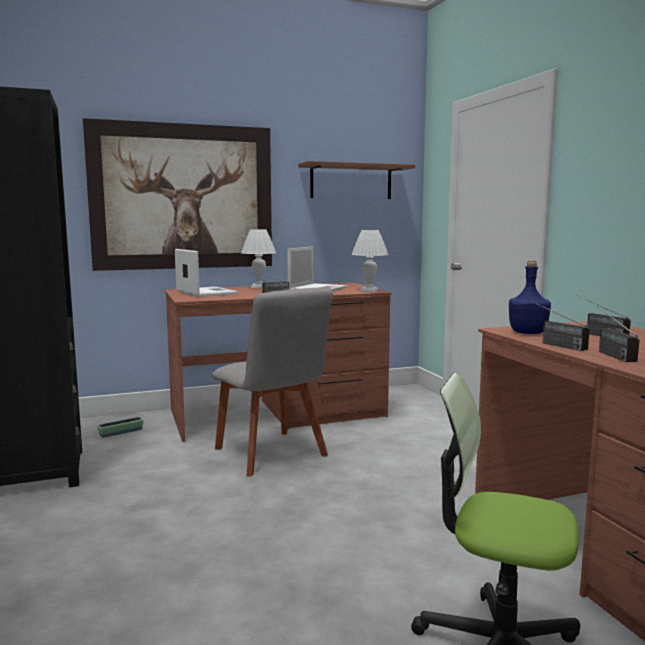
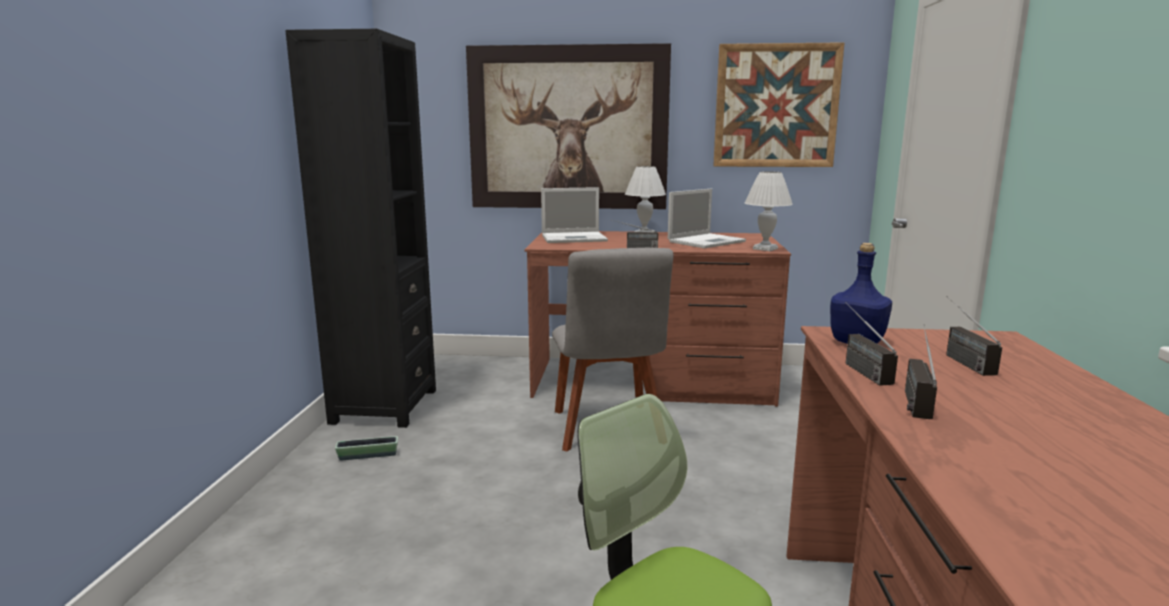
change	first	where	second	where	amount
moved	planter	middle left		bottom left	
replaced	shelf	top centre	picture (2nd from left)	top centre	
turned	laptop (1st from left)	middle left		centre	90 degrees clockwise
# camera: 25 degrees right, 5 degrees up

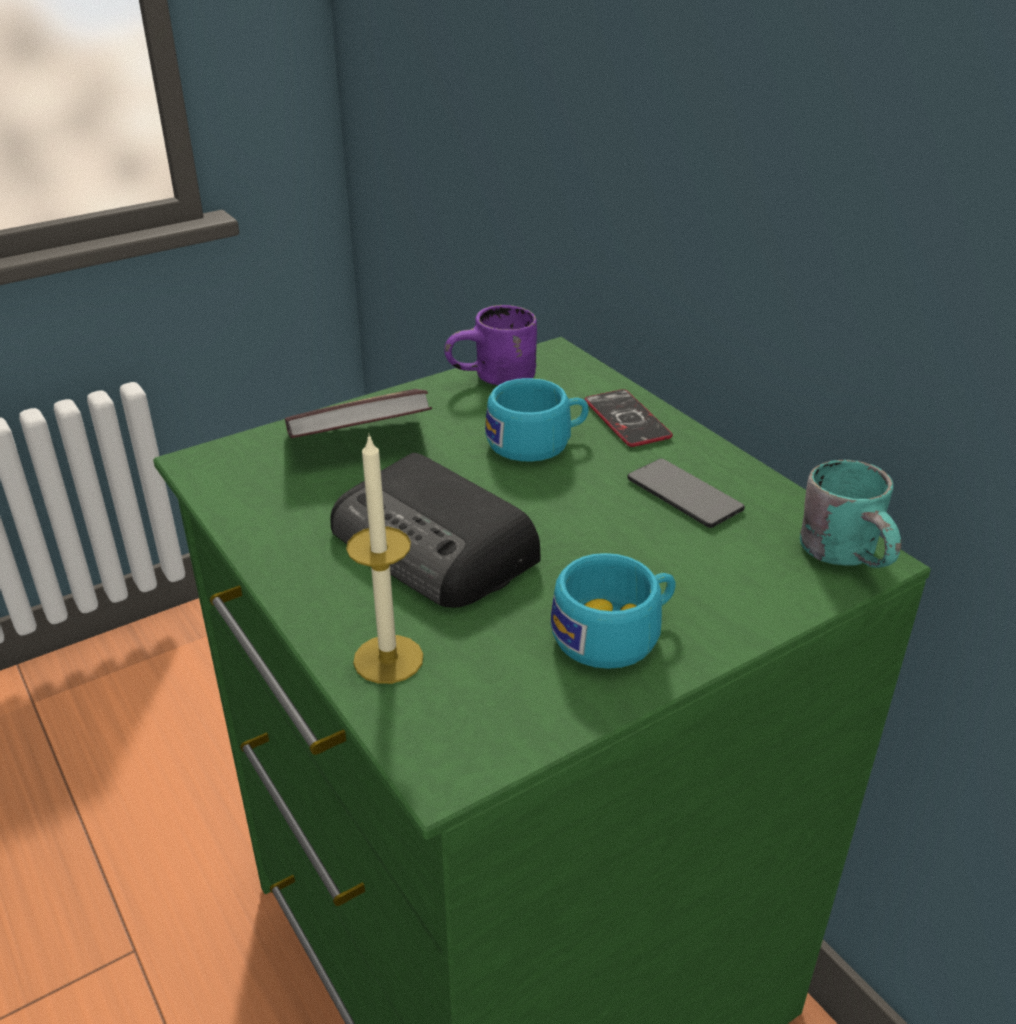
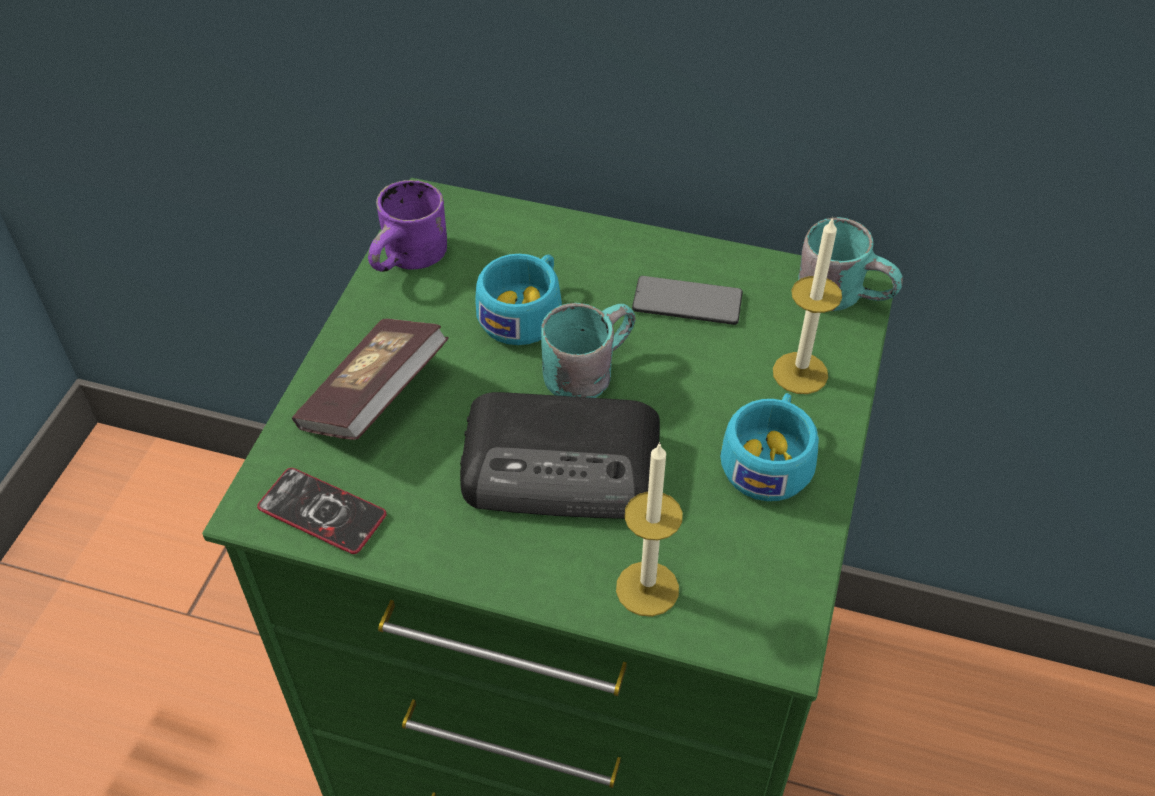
change	first	where	second	where	amount
added			turquoise_mug (1st from left)	centre	
added			candle (2nd from left)	middle right	
moved	phone (1st from left)	centre		middle left	
# camera: 40 degrees left, 15 degrees up

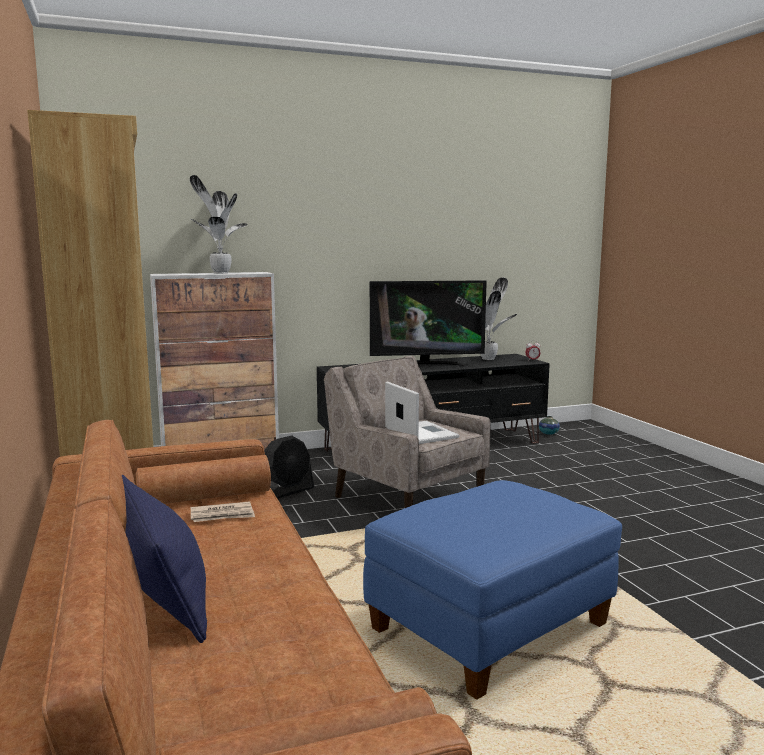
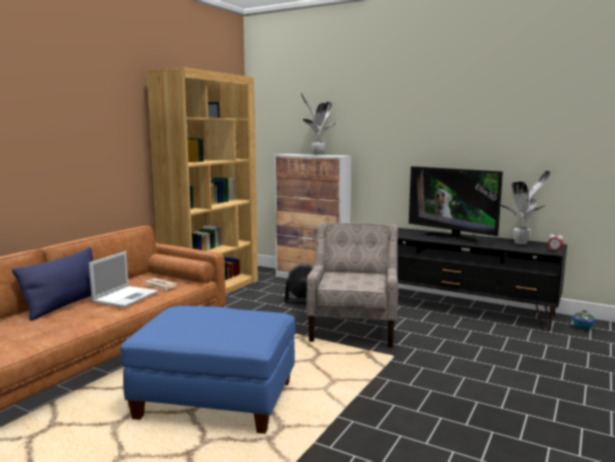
change	first	where	second	where	amount
moved	laptop	centre		middle left	
# camera: 50 degrees right, 0 degrees up

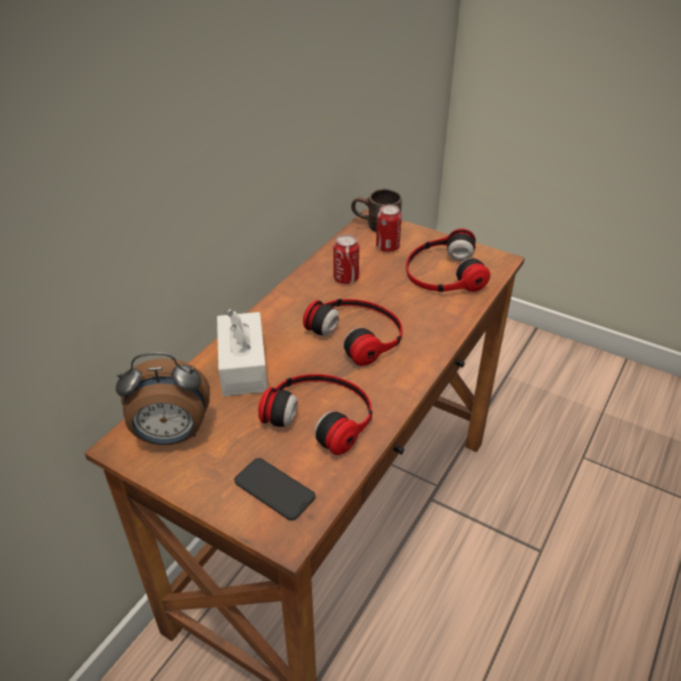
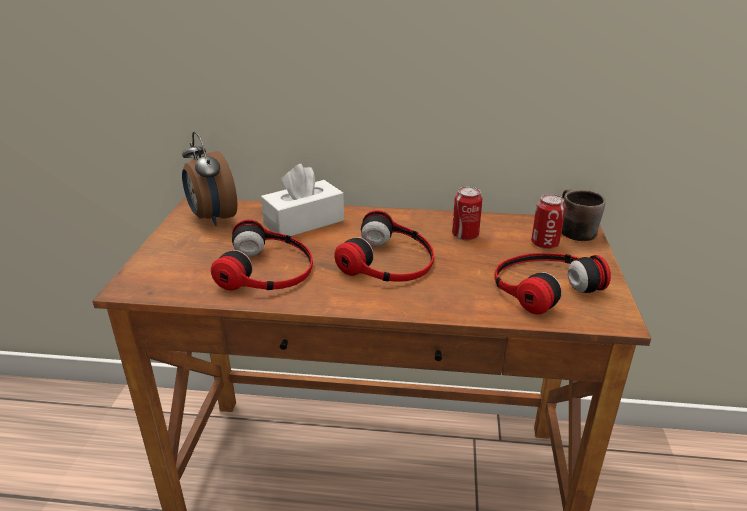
change	first	where	second	where	amount
removed	phone	bottom centre			
# camera: 65 degrees right, 10 degrees down

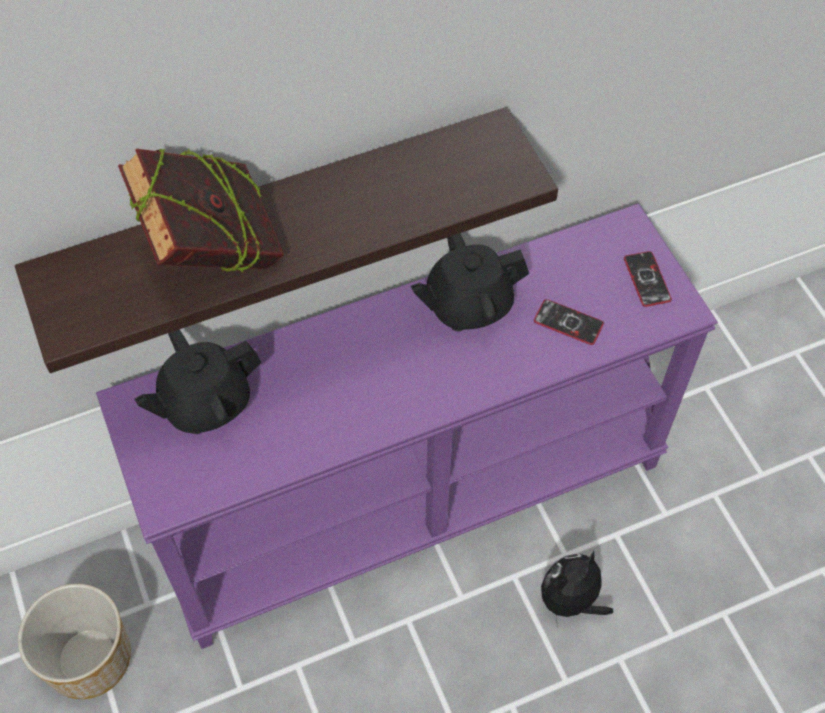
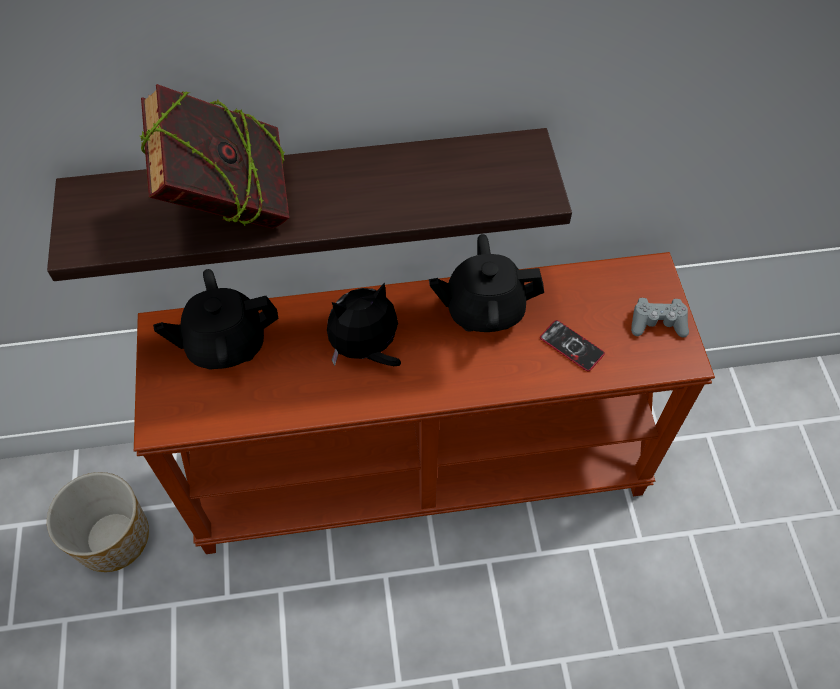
change	first	where	second	where	amount
moved	plush_toy	bottom right		centre	
replaced	phone (2nd from left)	middle right	grey_game_controller	middle right	
recoloured	purple_console_table	centre	brown_console_table	centre	
# camera: 15 degrees right, 0 degrees up

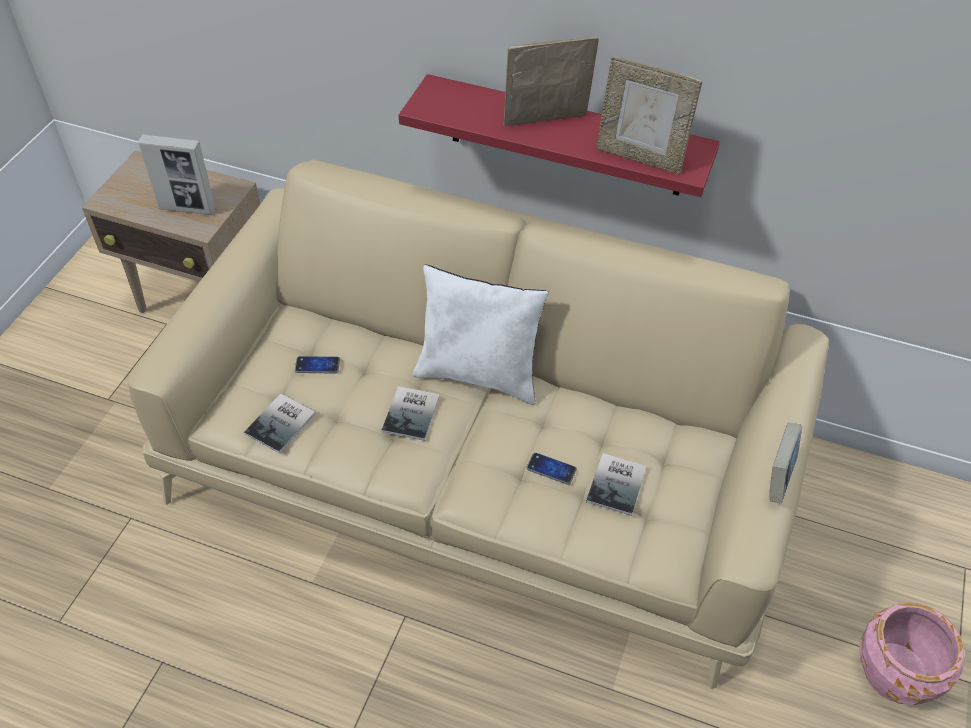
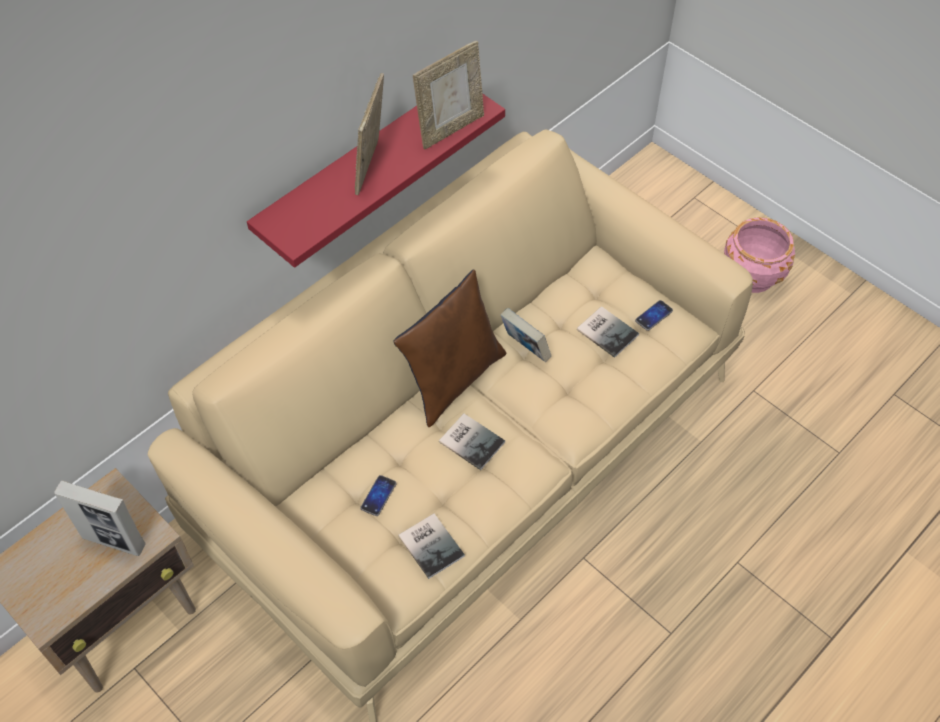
change	first	where	second	where	amount
moved	phone (2nd from left)	centre		middle right	
moved	book (4th from left in the first image)	middle right	book (3rd from left)	centre	
recoloured	white_pillow	centre	brown_pillow	centre	
turned	picture_frame (1st from left)	top left		bottom left	75 degrees clockwise
# camera: 65 degrees left, 5 degrees up

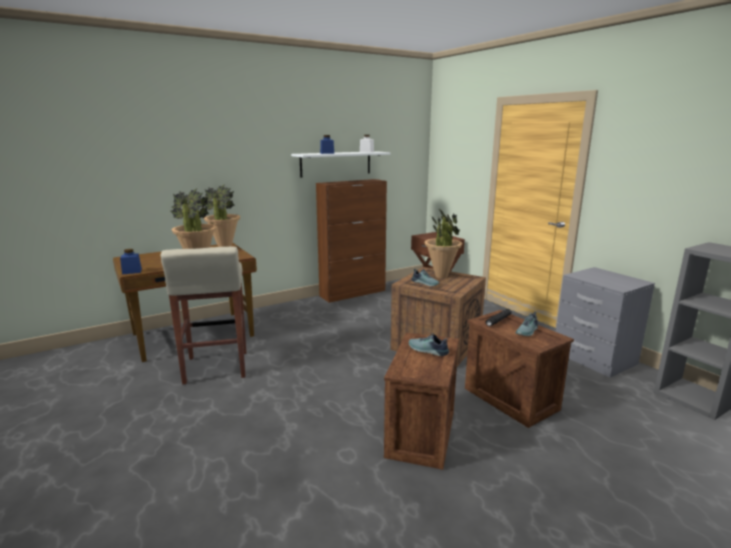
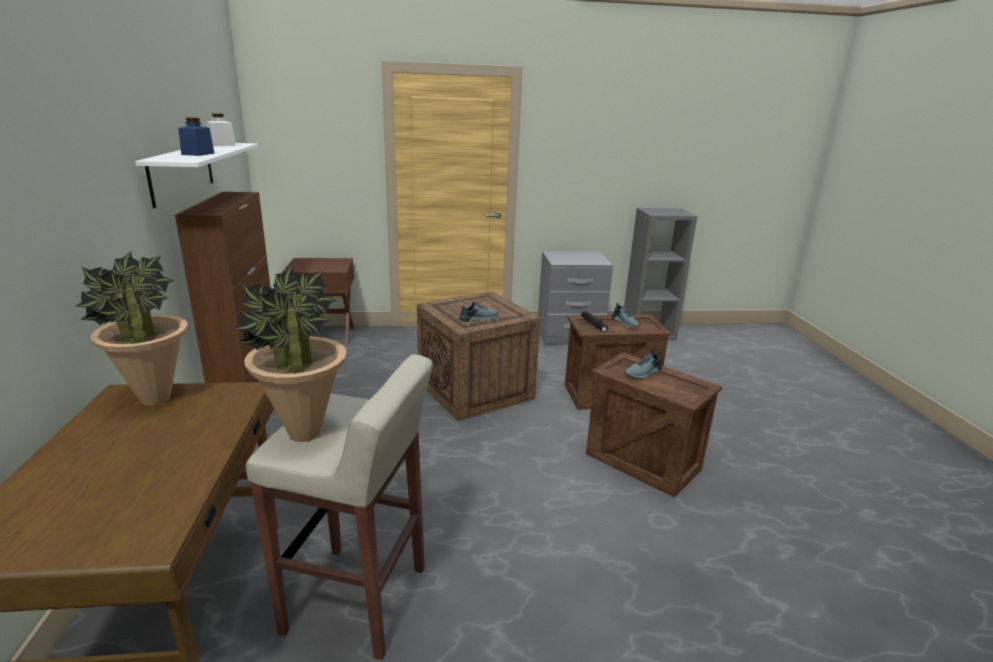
change	first	where	second	where	amount
removed	blue_jar (1st from left)	middle left			
removed	potted_plant (3rd from left)	centre			
# camera: 65 degrees left, 5 degrees up

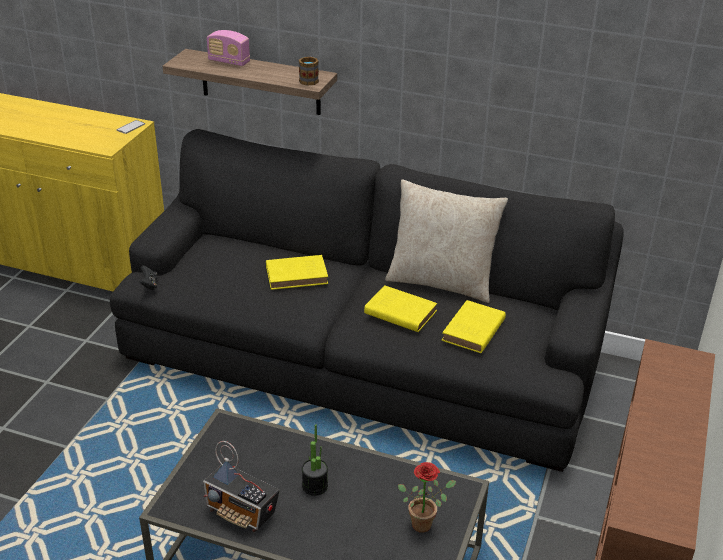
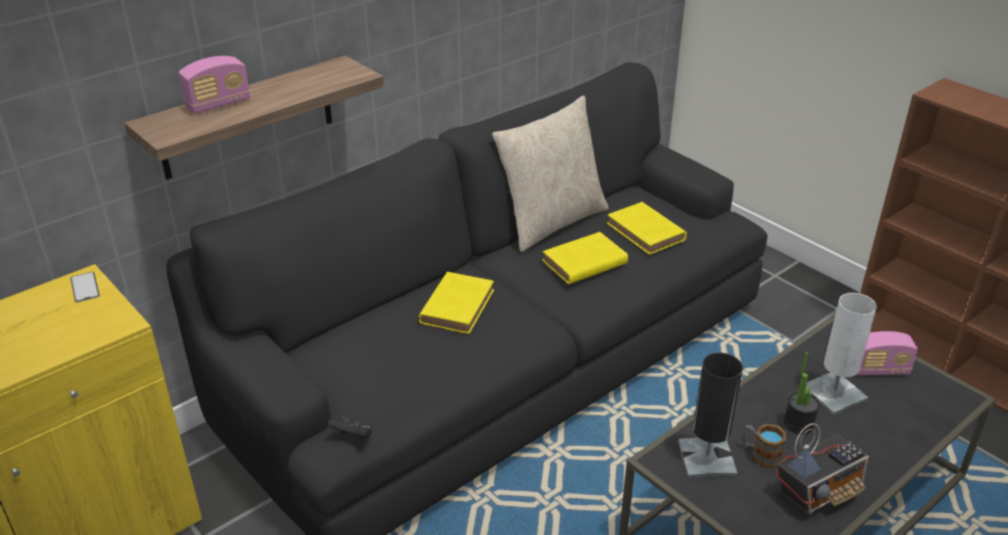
change	first	where	second	where	amount
added			black_table_lamp	bottom right	
added			white_table_lamp	middle right	
moved	mug	top centre		bottom right	
replaced	potted_plant (2nd from left)	bottom centre	radio (3rd from left)	middle right	
# camera: 60 degrees left, 0 degrees up

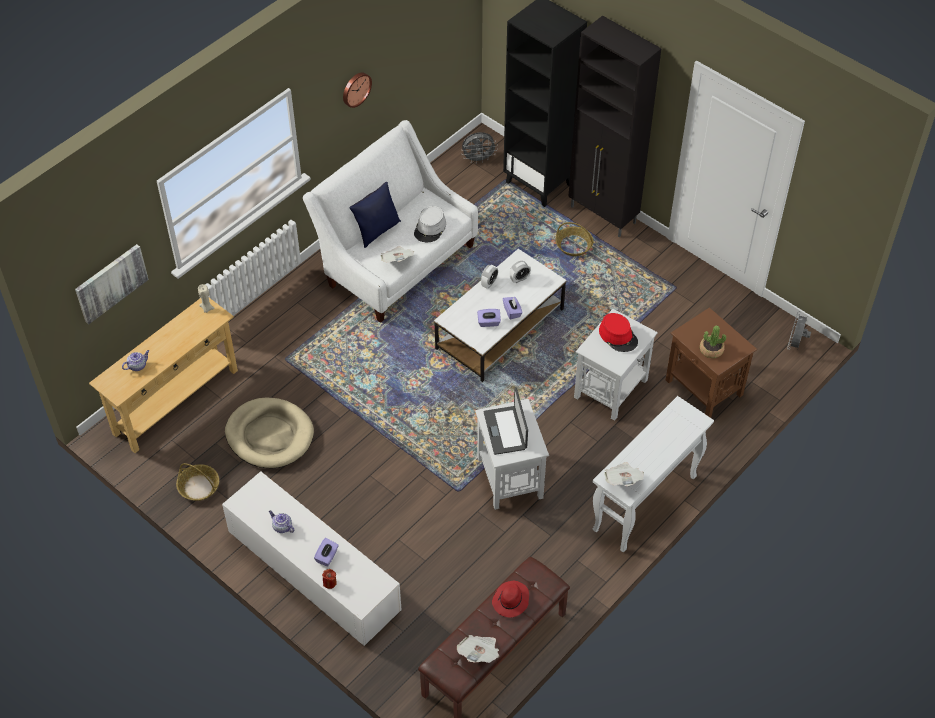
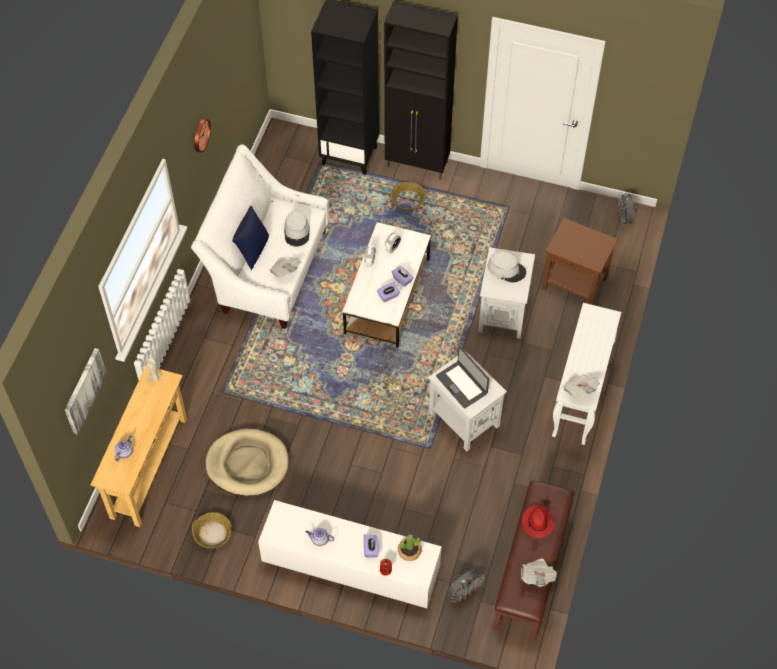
change	first	where	second	where	amount
moved	grey_fan (1st from left)	top centre		bottom centre	
moved	potted_plant	middle right		bottom centre	
recoloured	red_hat (2nd from left)	centre	grey_hat (2nd from left)	centre	
# camera: 25 degrees left, 5 degrees up

